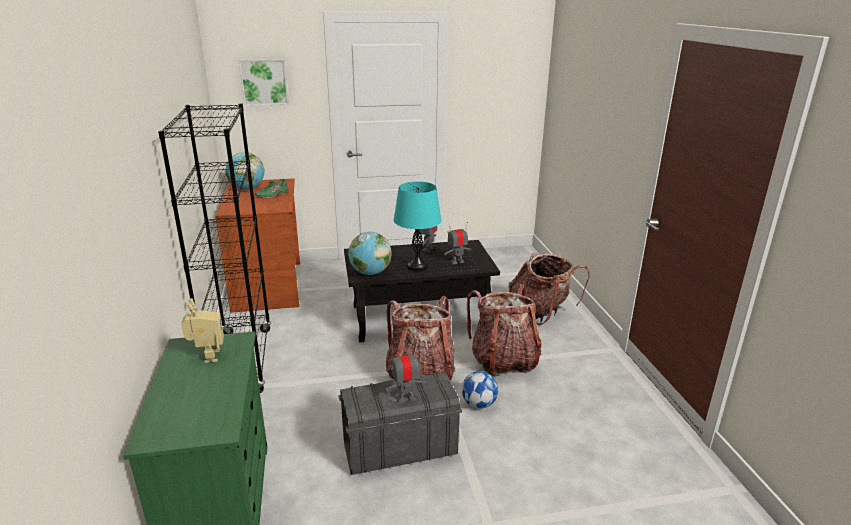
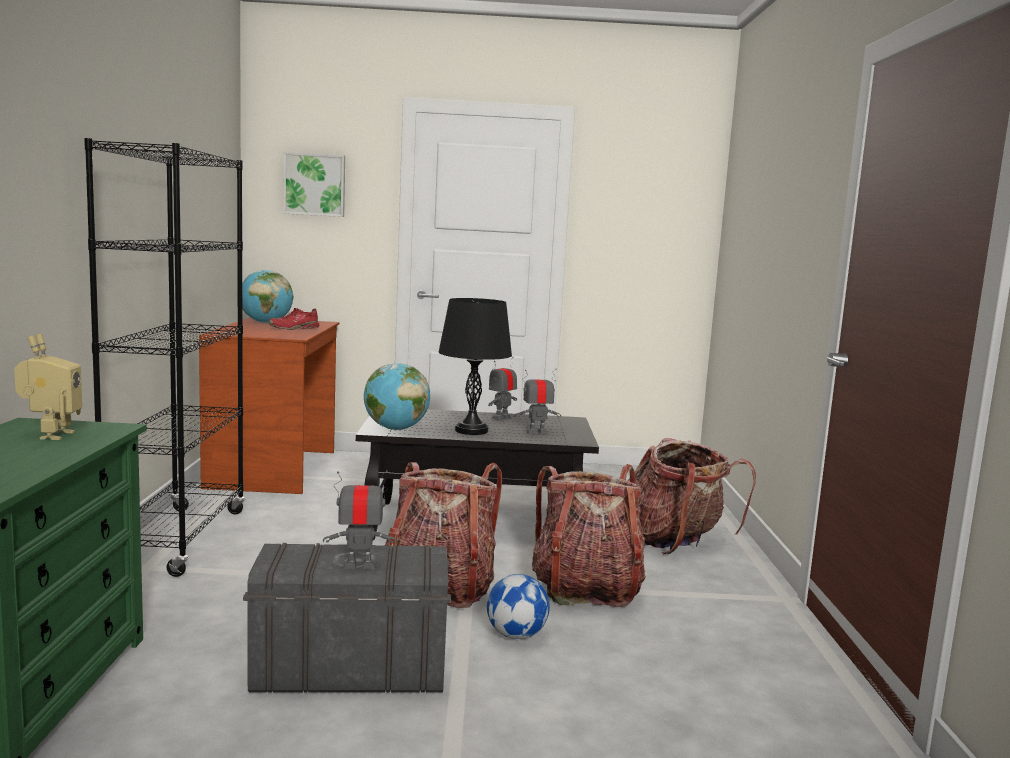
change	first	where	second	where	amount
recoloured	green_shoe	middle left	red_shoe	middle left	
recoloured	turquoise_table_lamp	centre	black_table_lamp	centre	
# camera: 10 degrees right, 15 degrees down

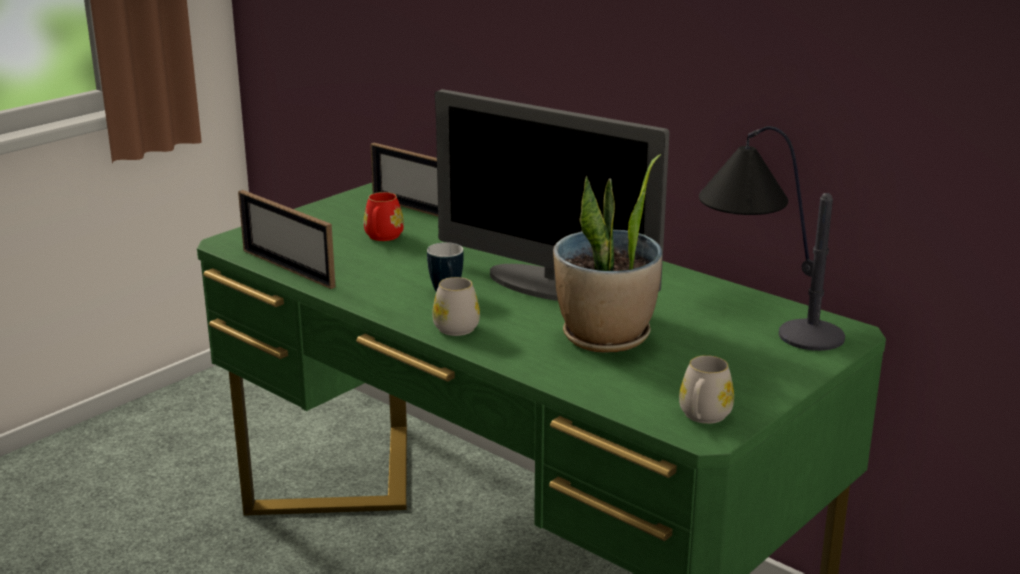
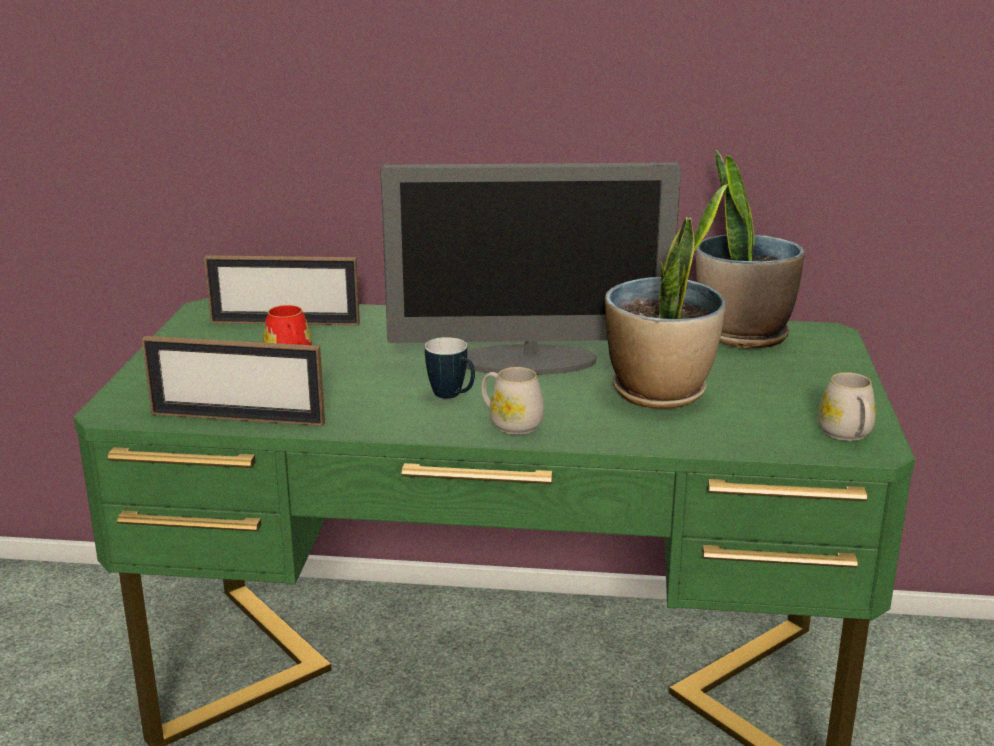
change	first	where	second	where	amount
replaced	table_lamp	middle right	potted_plant (2nd from left)	middle right	
# camera: 35 degrees left, 0 degrees up

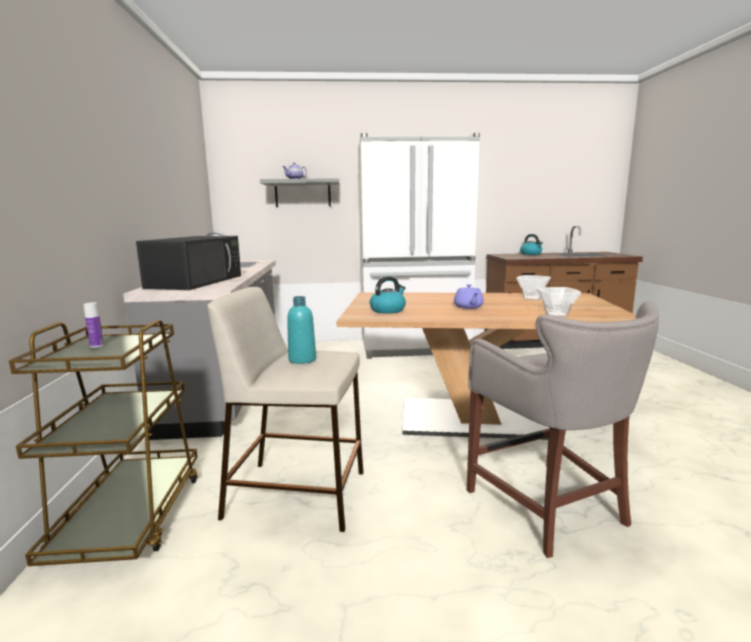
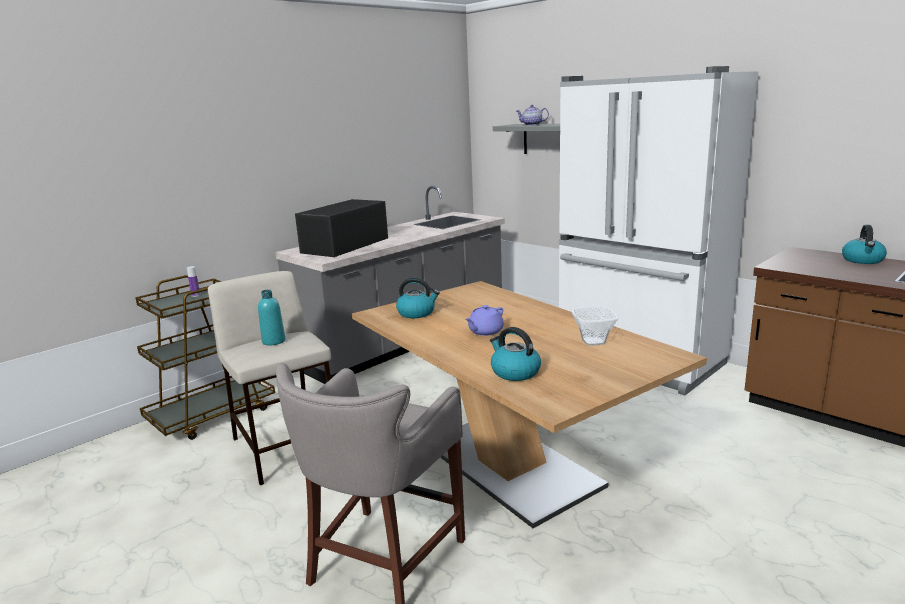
change	first	where	second	where	amount
replaced	bowl (2nd from left)	middle right	kettle (2nd from left)	centre	
turned	black_microwave	middle left		centre	150 degrees clockwise
# camera: 50 degrees right, 5 degrees up

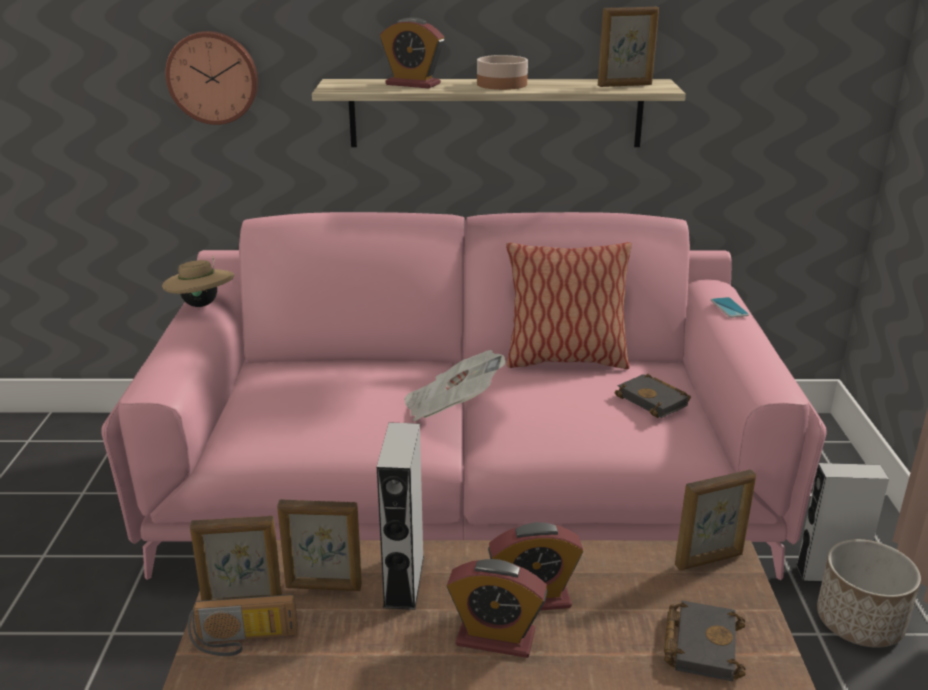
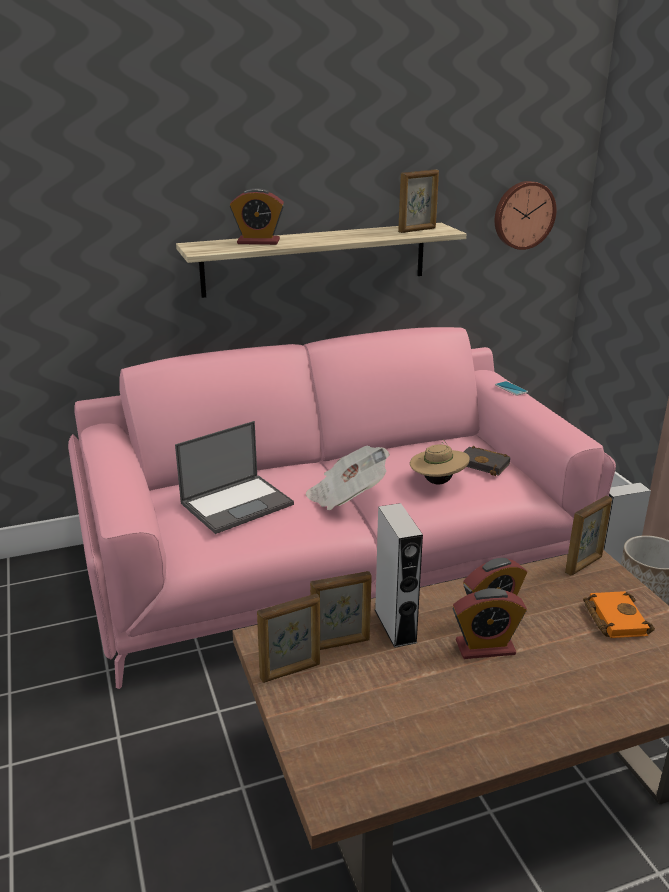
change	first	where	second	where	amount
removed	radio	bottom left			
removed	bowl	top centre			
removed	pillow	centre			
added			laptop	centre	
moved	beige_hat	middle left		centre	
moved	wall_clock	top left		top right	
recoloured	black_book (2nd from left)	bottom right	orange_book	bottom right	
# camera: 20 degrees left, 0 degrees up

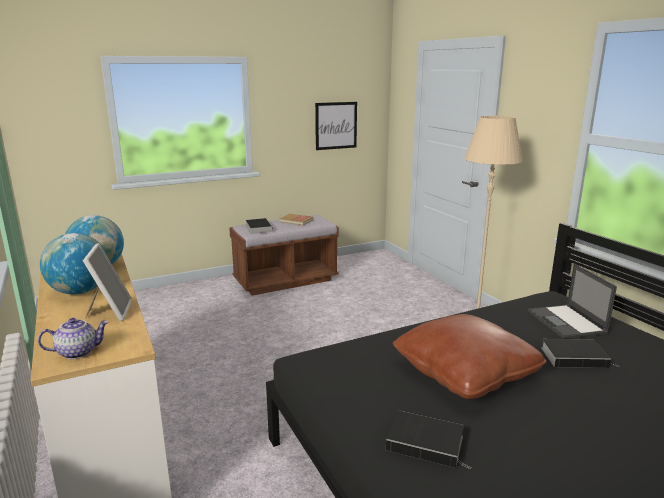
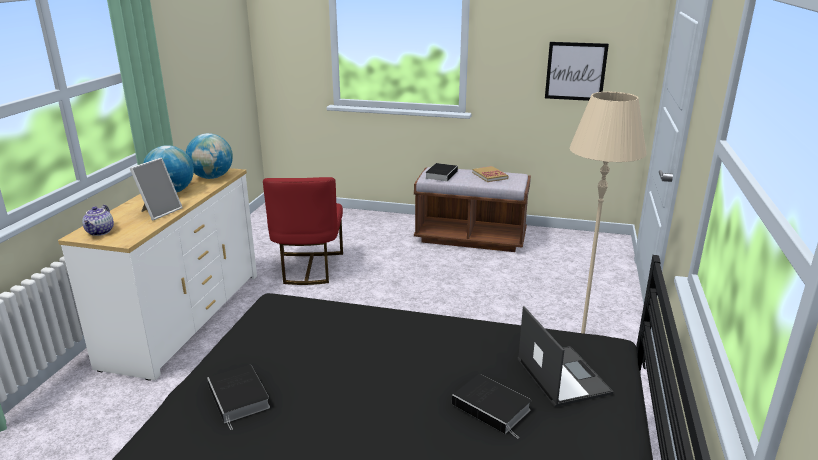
change	first	where	second	where	amount
removed	brown_pillow	bottom right			
added			red_chair	centre	
turned	teapot	bottom left		middle left	75 degrees clockwise
turned	laptop	middle right		bottom right	135 degrees clockwise
# camera: 40 degrees right, 5 degrees up

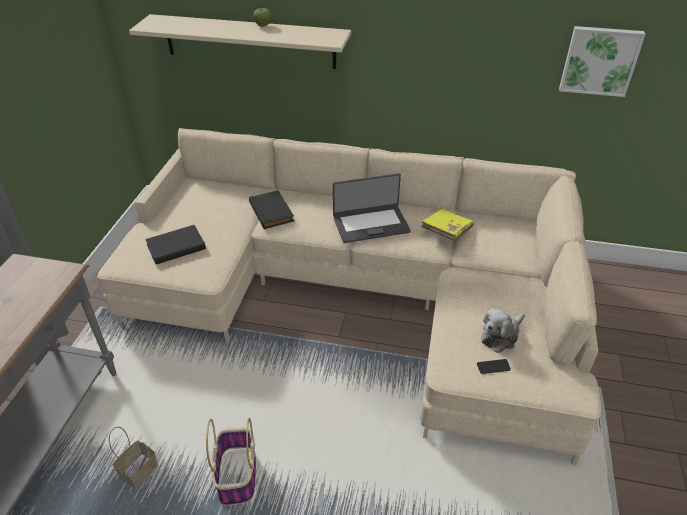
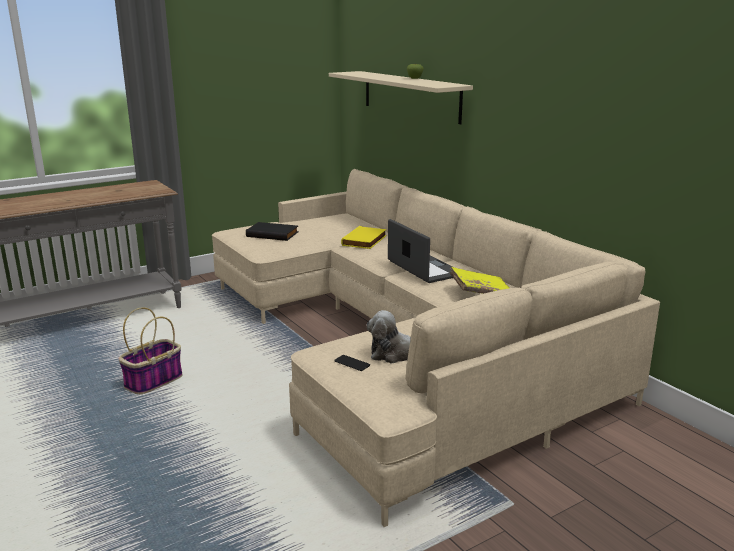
change	first	where	second	where	amount
removed	basket (1st from left)	bottom left			
removed	picture	top right			
recoloured	black_book (2nd from left)	centre	yellow_book (1st from left)	centre	
turned	laptop	centre		centre	150 degrees counterclockwise
# camera: 45 degrees right, 20 degrees down

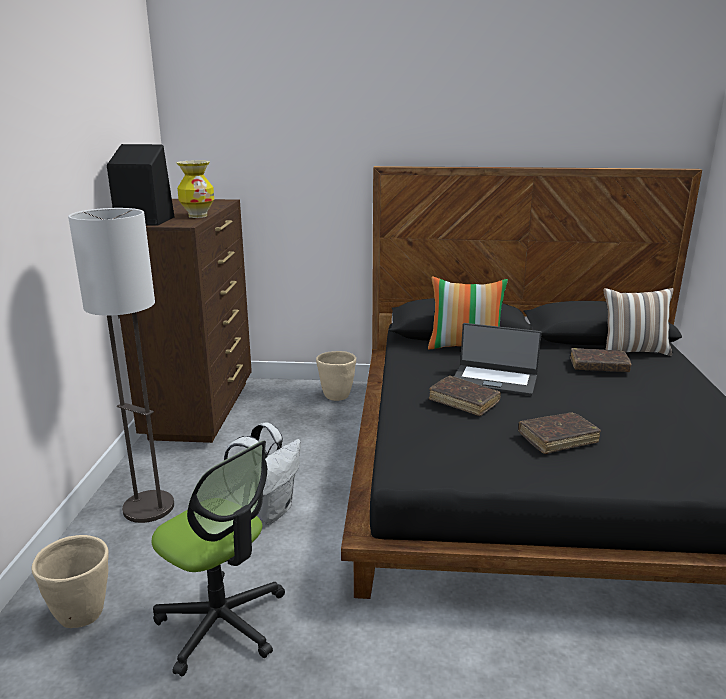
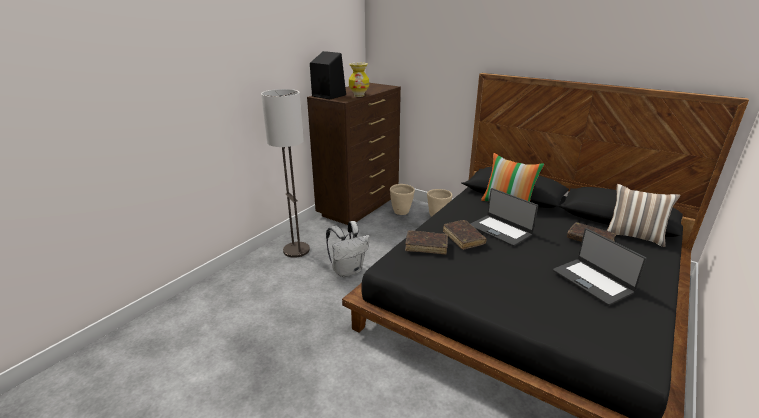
change	first	where	second	where	amount
removed	office_chair	bottom left			
added			laptop (2nd from left)	middle right	
moved	beige_planter (1st from left)	bottom left		centre	
moved	brown_book (2nd from left in the first image)	middle right	brown_book (1st from left)	centre	
# camera: 30 degrees right, 5 degrees up

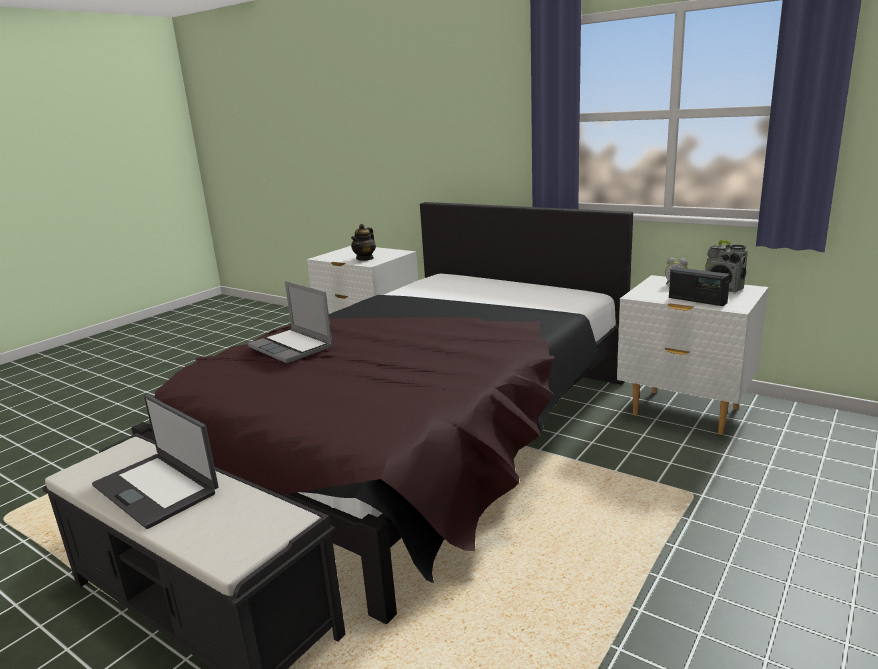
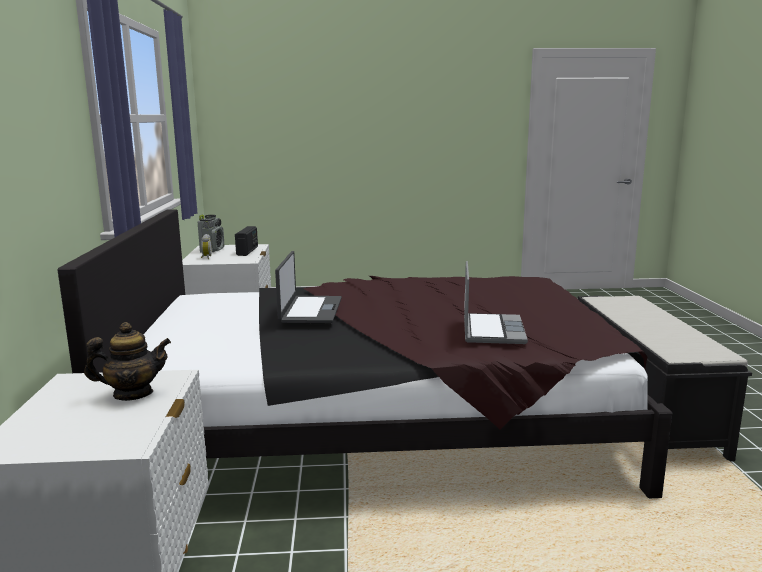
change	first	where	second	where	amount
moved	laptop (1st from left)	bottom left		centre	
# camera: 130 degrees left, 5 degrees down

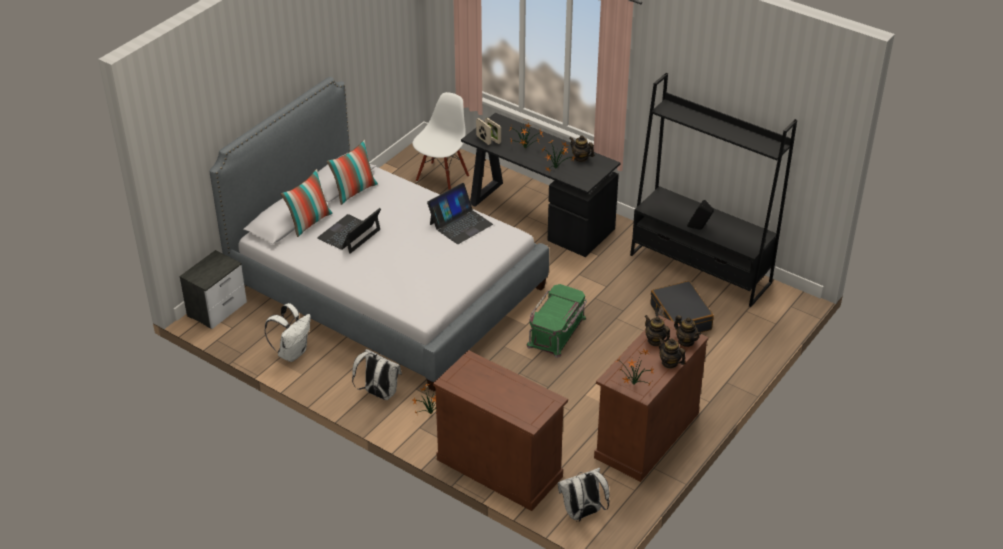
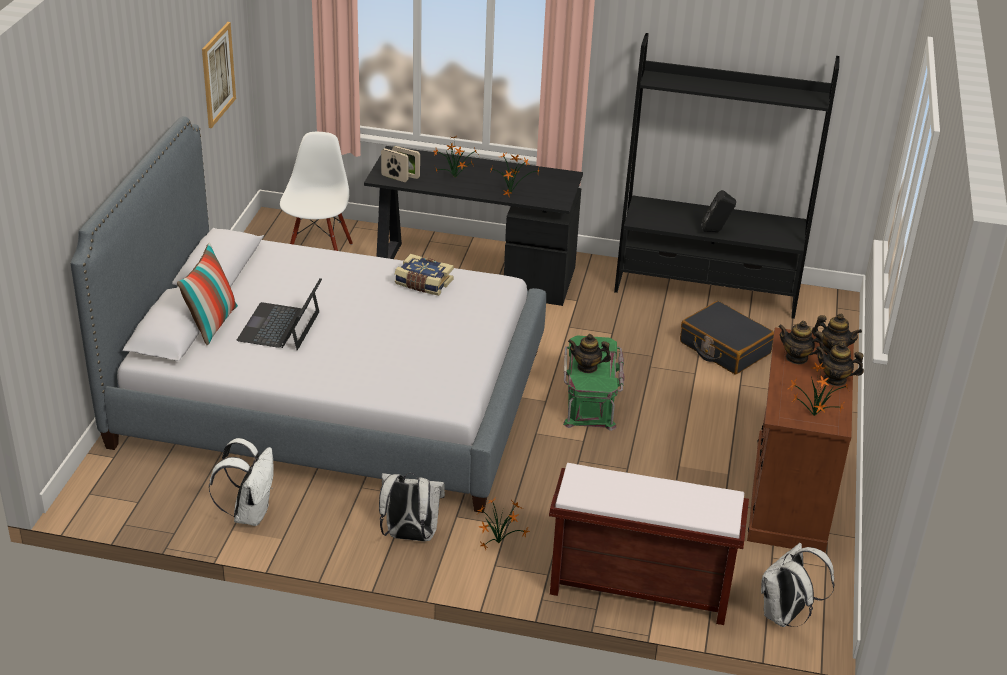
change	first	where	second	where	amount
removed	nightstand	middle left			
removed	pillow (2nd from left)	top centre			
added			picture	top left	
moved	teapot (1st from left)	top centre		centre	
replaced	laptop (2nd from left)	centre	book	centre	
replaced	brown_cabinet (1st from left)	bottom centre	brown_bench	bottom centre	
# camera: 25 degrees left, 5 degrees down

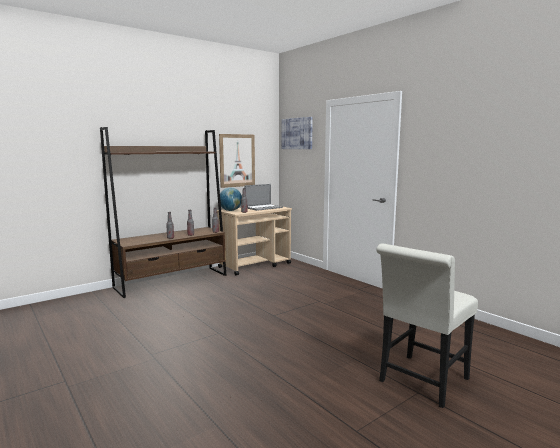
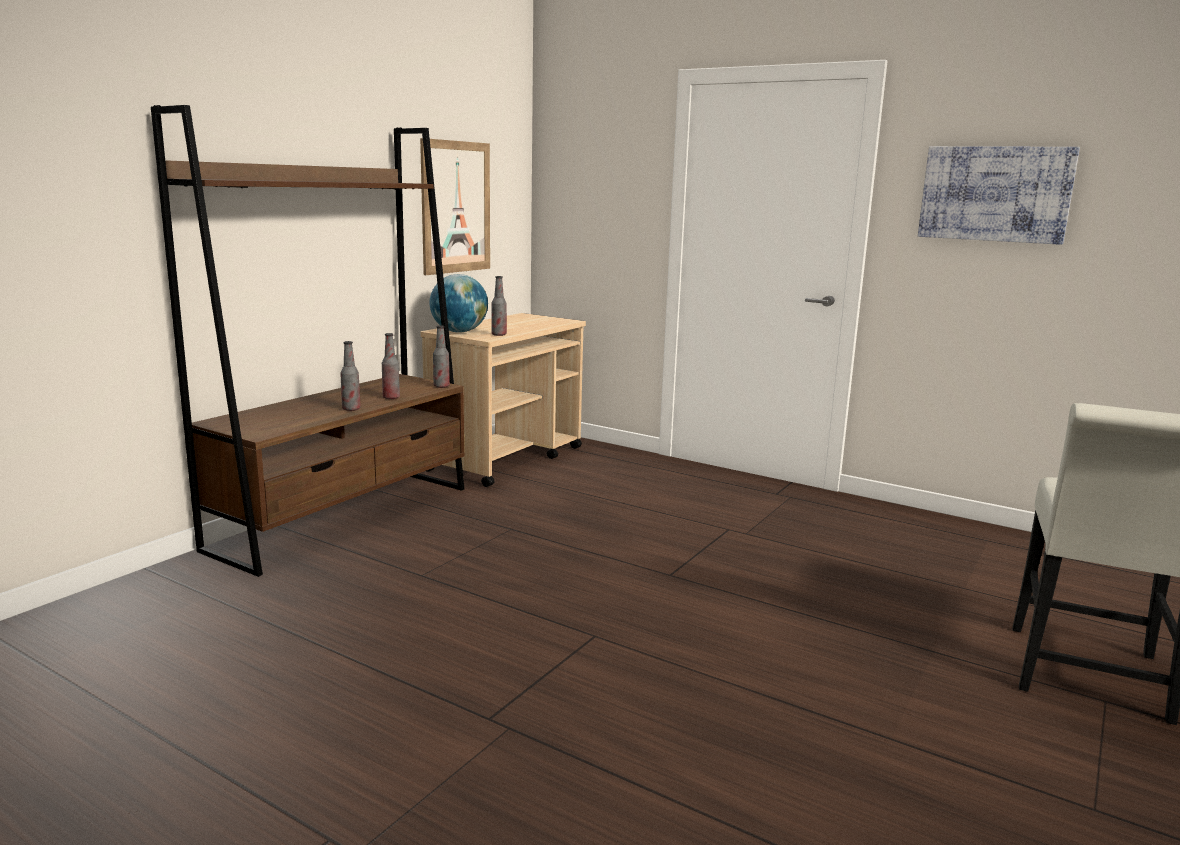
change	first	where	second	where	amount
removed	laptop	centre			
moved	picture (2nd from left)	top centre		top right	
# camera: 20 degrees left, 5 degrees up

